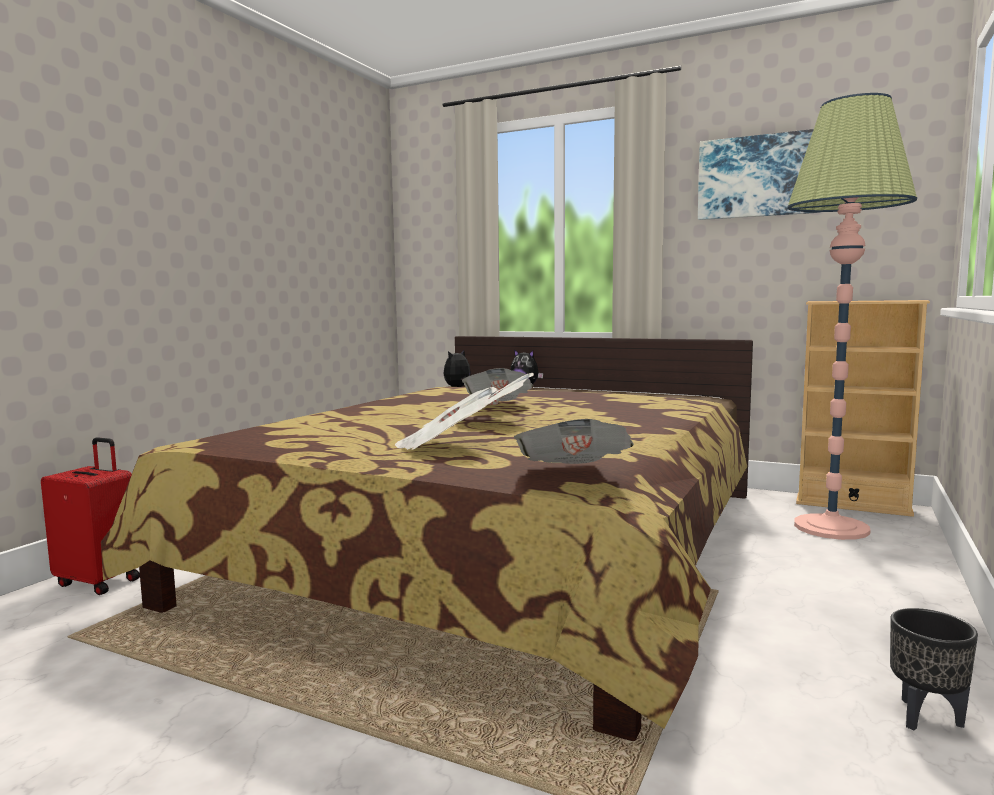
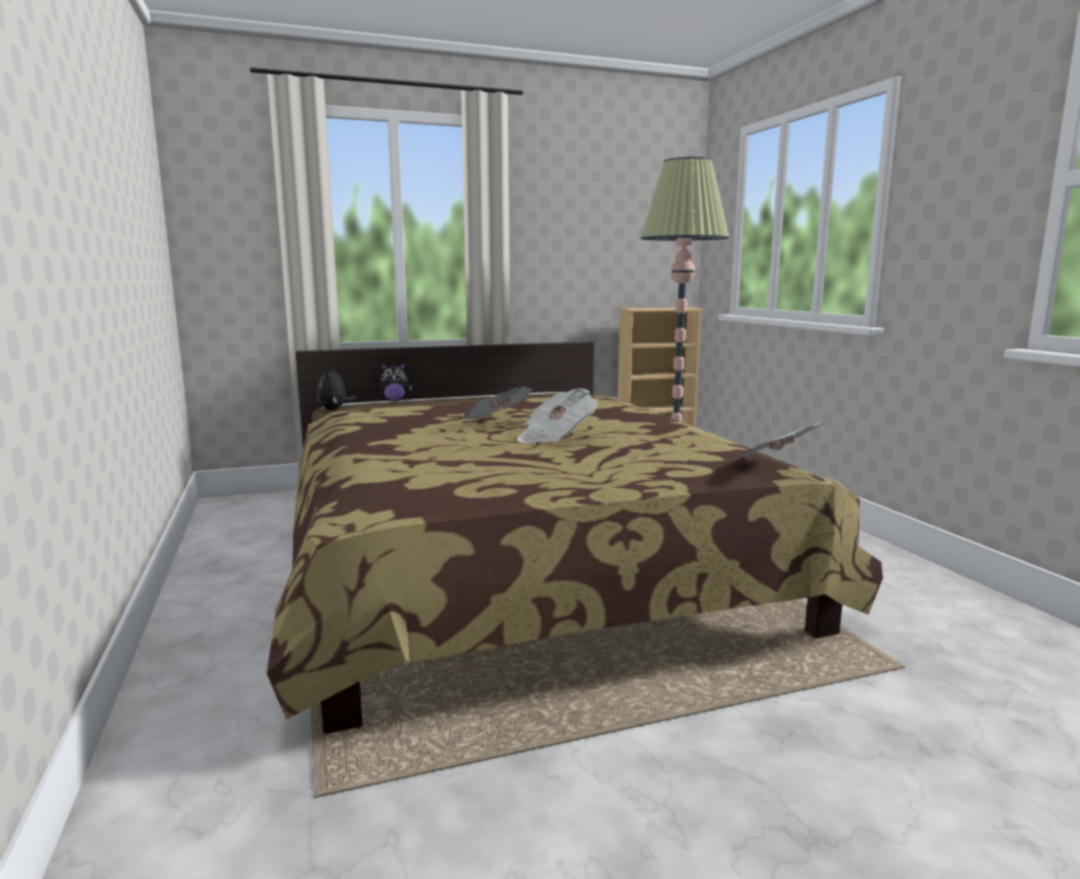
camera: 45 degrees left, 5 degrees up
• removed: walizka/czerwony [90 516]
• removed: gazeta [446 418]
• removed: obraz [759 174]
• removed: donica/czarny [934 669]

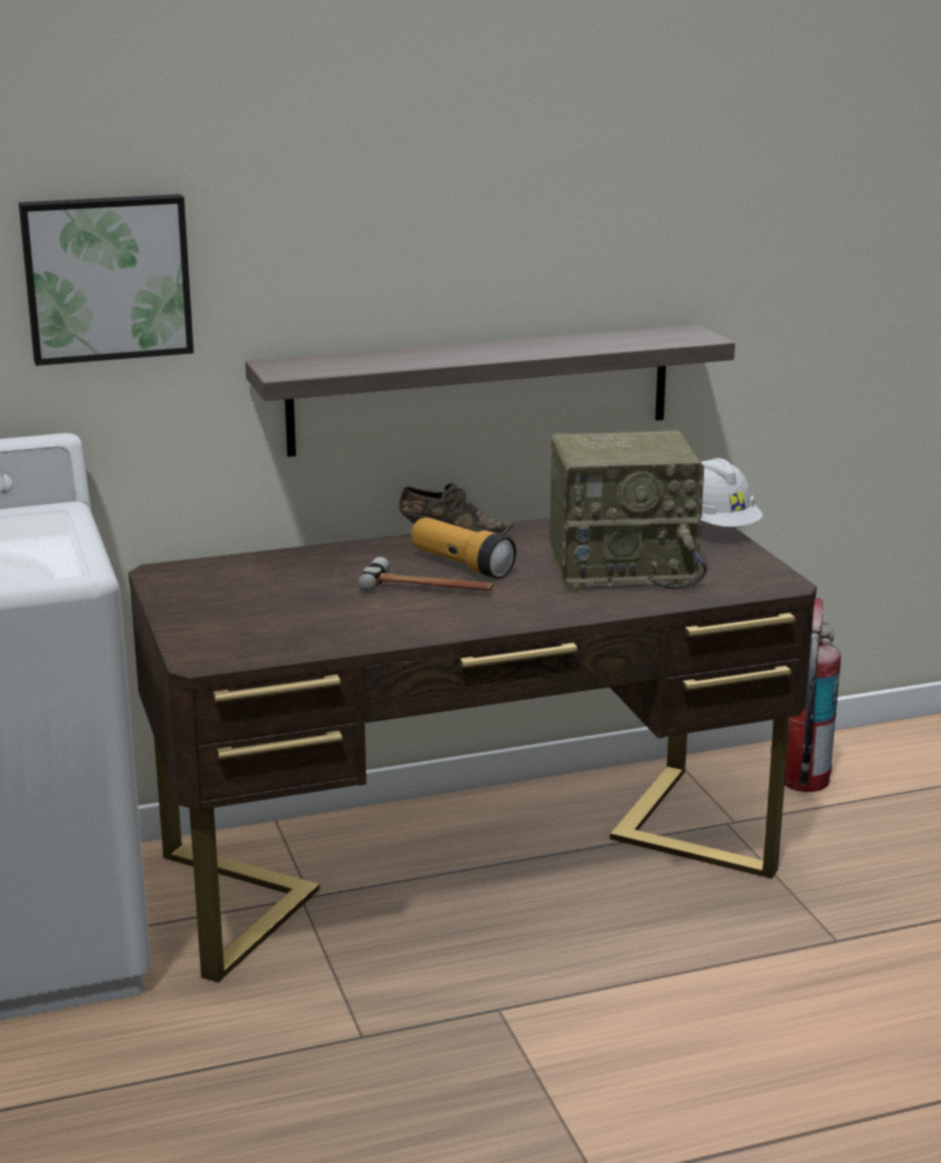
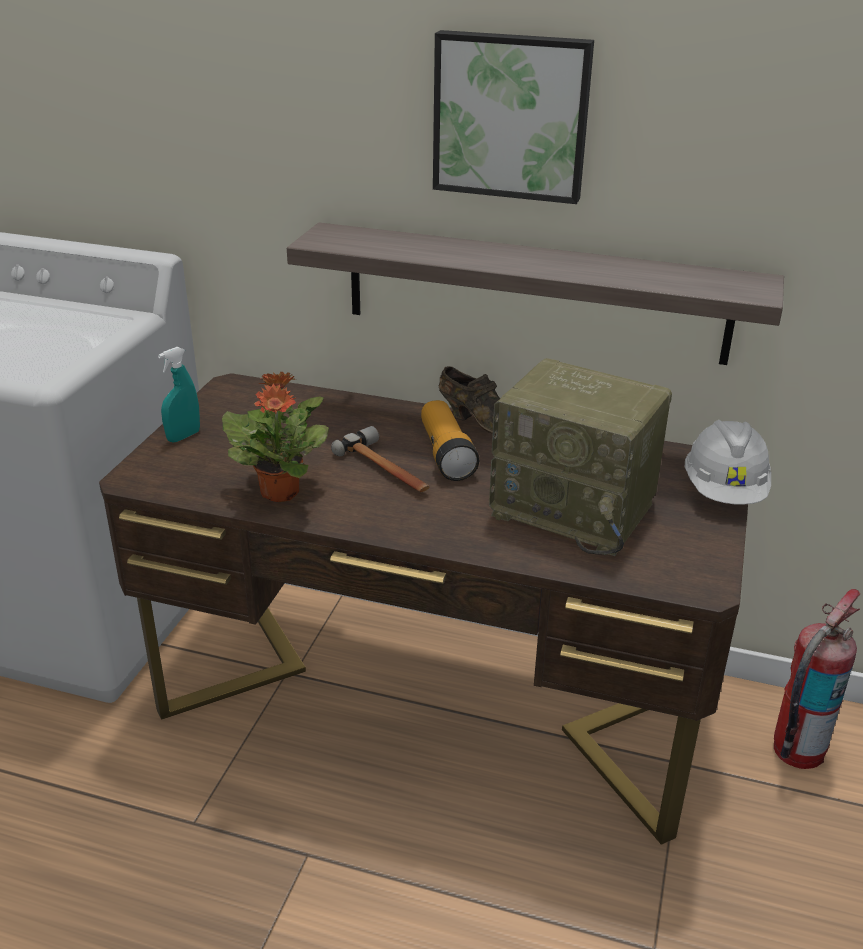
camera: 35 degrees right, 10 degrees up
• moved: obraz [106 280] to [513 117]
• added: spryskiwacz/turkusowy [179 394]
• added: roślina doniczkowa [275 437]

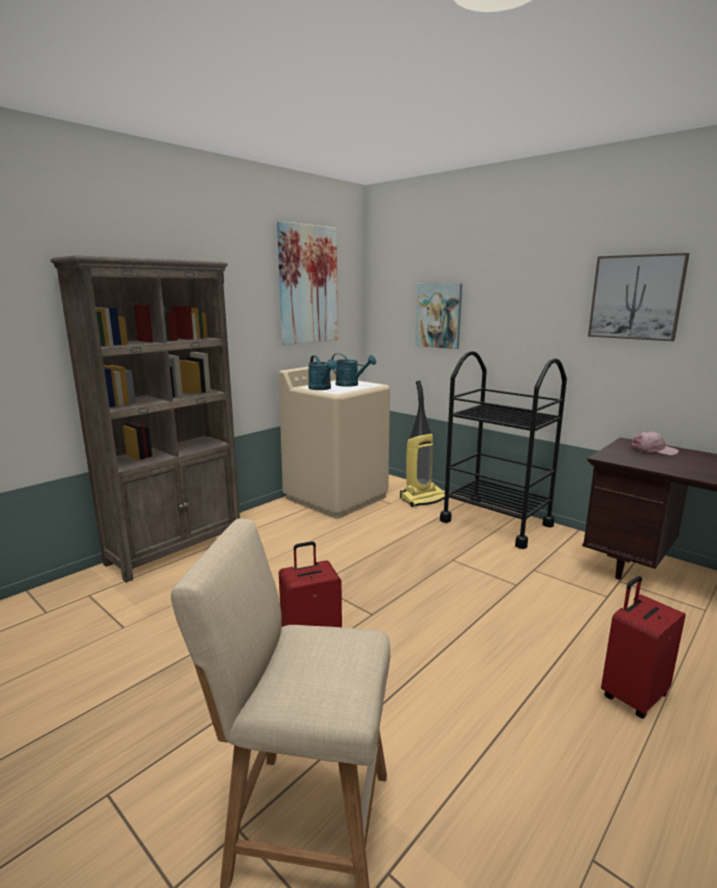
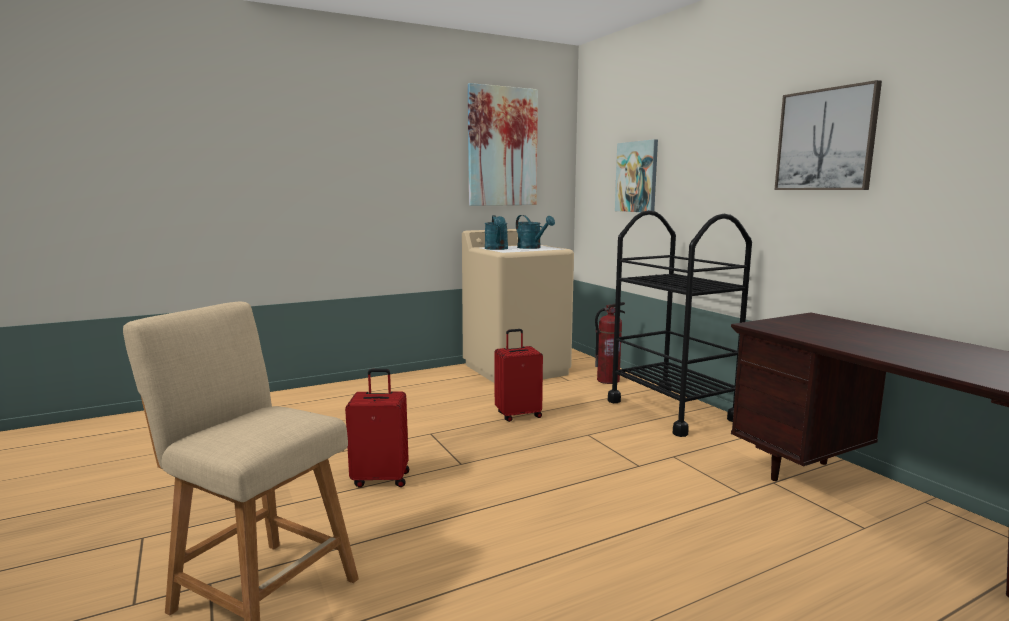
camera: 20 degrees right, 5 degrees down
• removed: regał/brązowy [145 419]
• replaced: odkurzacz [422 443] to gaśnica [610 343]
• moved: walizka/czerwony [643 647] to [518 375]
• removed: czapka z daszkiem/różowy [654 443]

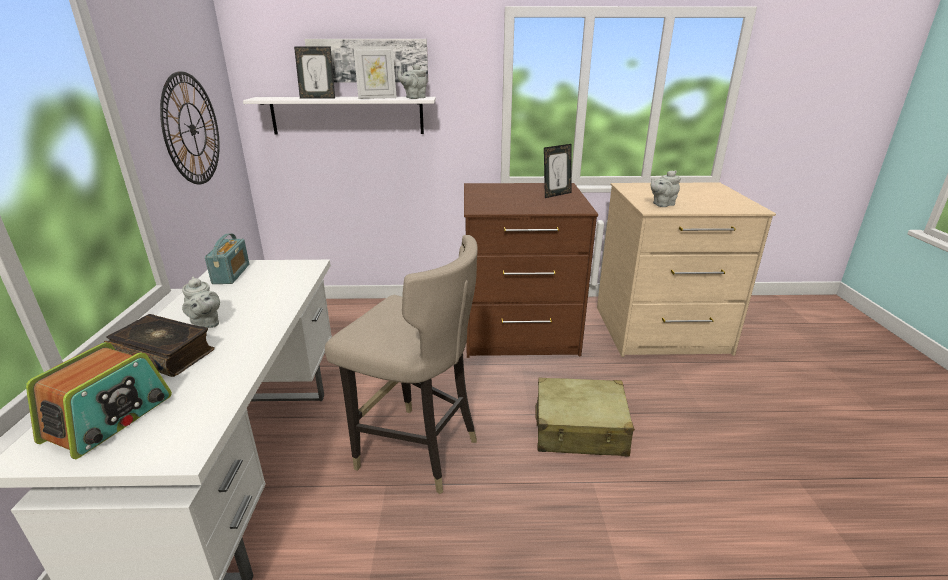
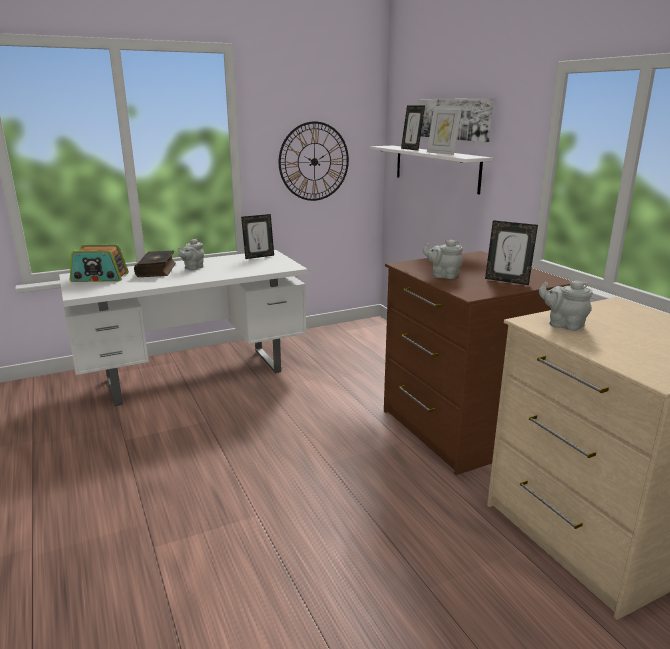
camera: 65 degrees right, 5 degrees down
• replaced: radio [227 259] to ramka na zdjęcie [257 236]
• removed: stołek/beżowy [401 365]
• moved: imbryk/szary [412 81] to [443 259]
• removed: walizka/beżowy [585 417]

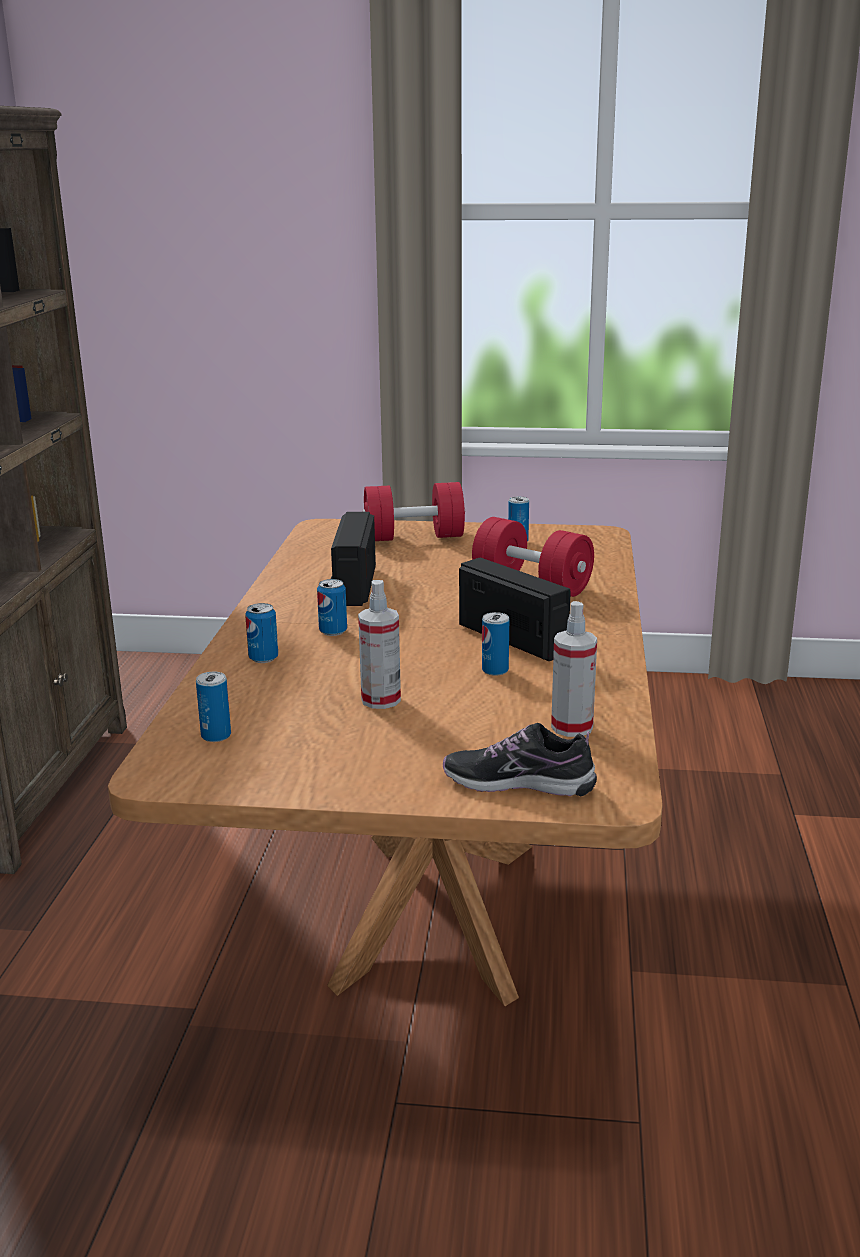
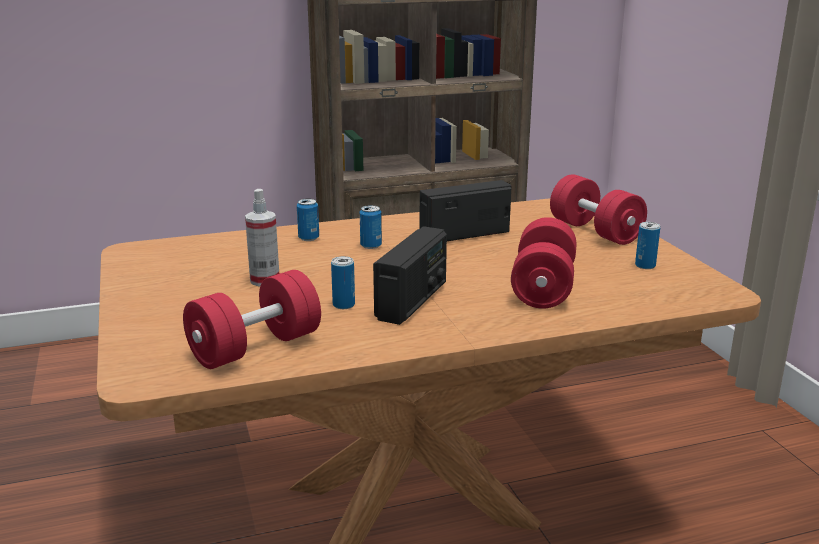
camera: 65 degrees right, 0 degrees up
• removed: puszka [213 707]
• removed: but [520 759]
• replaced: spryskiwacz [574 669] to hantel/czerwony [252 319]

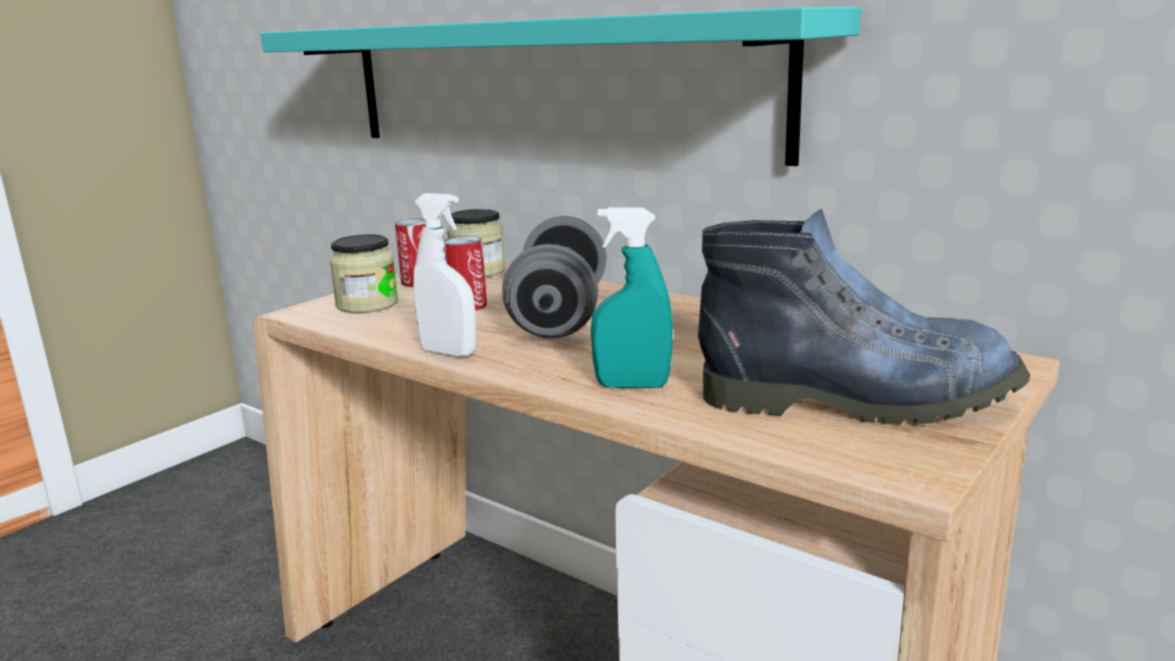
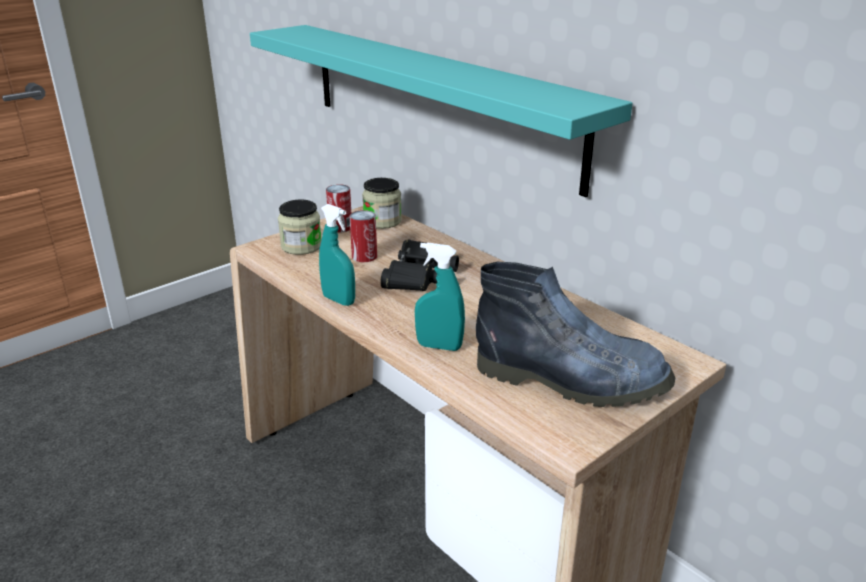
camera: 10 degrees right, 10 degrees up
• recoloured: spryskiwacz/biały [444 275] to spryskiwacz/turkusowy [337 255]
• replaced: hantel/szary [554 277] to lornetka/czarny [420 265]

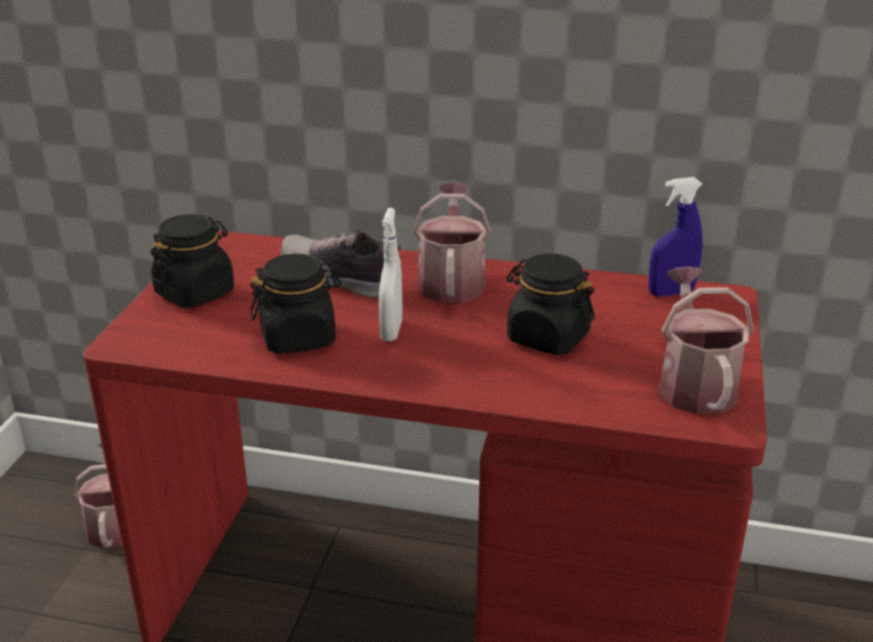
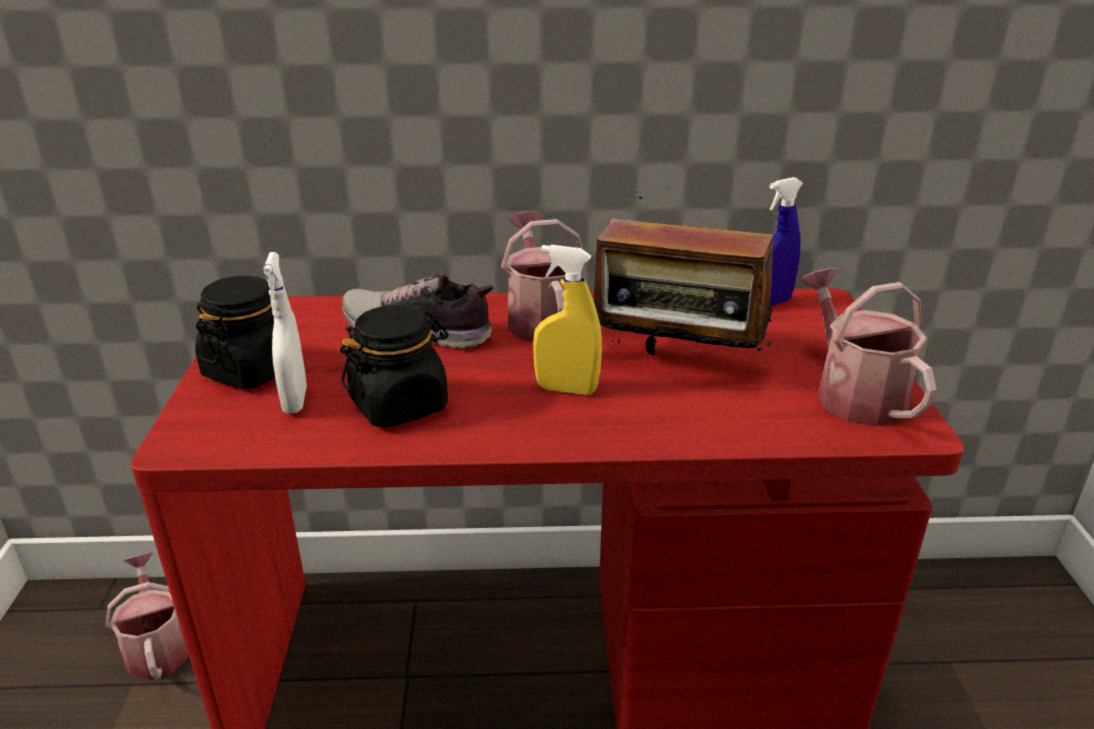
camera: 15 degrees left, 0 degrees up
• moved: spryskiwacz/biały [390 274] to [285 332]
• replaced: słoik/czarny [550 304] to radio [684 272]
• added: spryskiwacz/żółty [567 320]

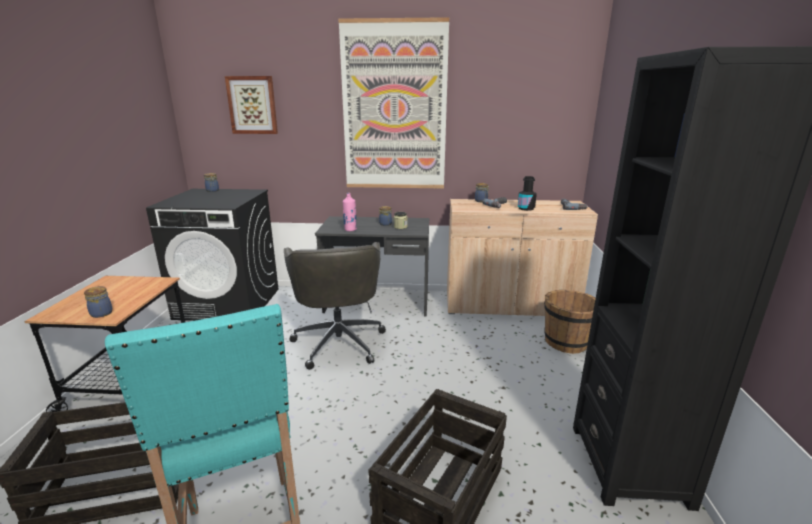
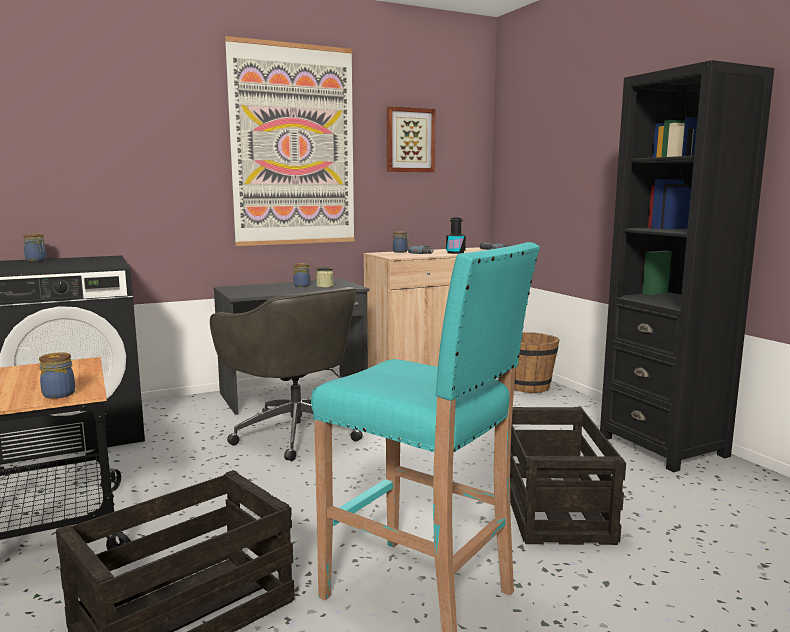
camera: 30 degrees left, 10 degrees down
• moved: obraz [251 105] to [411 139]
• removed: butelka/różowy [350 212]

